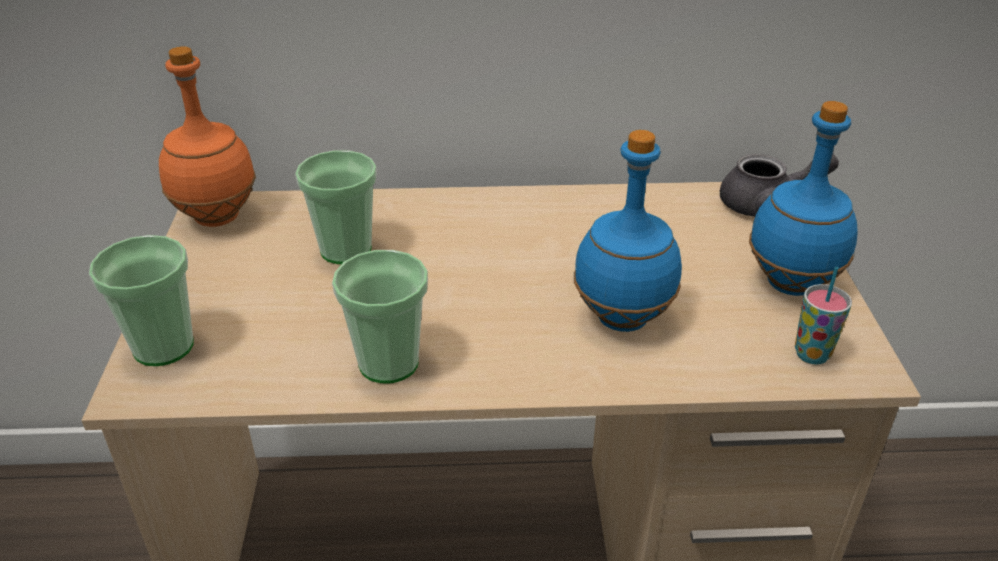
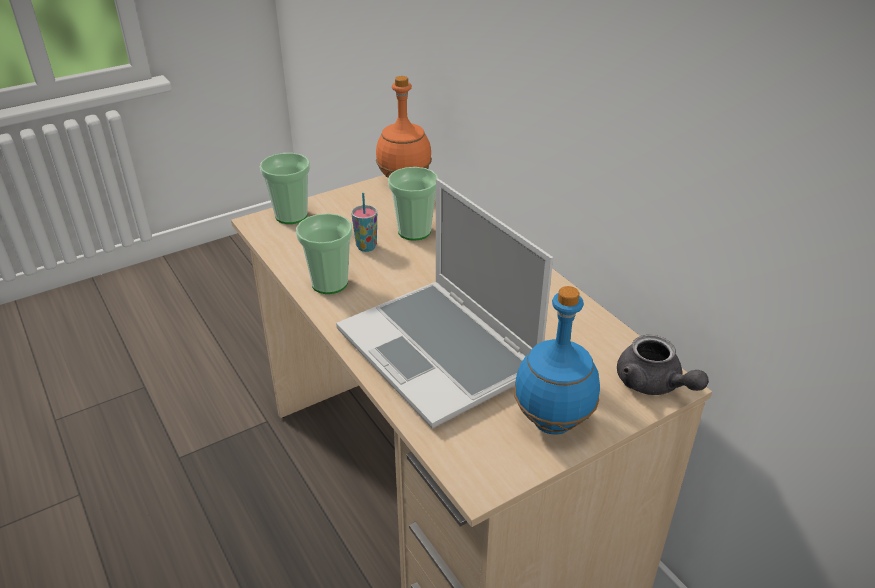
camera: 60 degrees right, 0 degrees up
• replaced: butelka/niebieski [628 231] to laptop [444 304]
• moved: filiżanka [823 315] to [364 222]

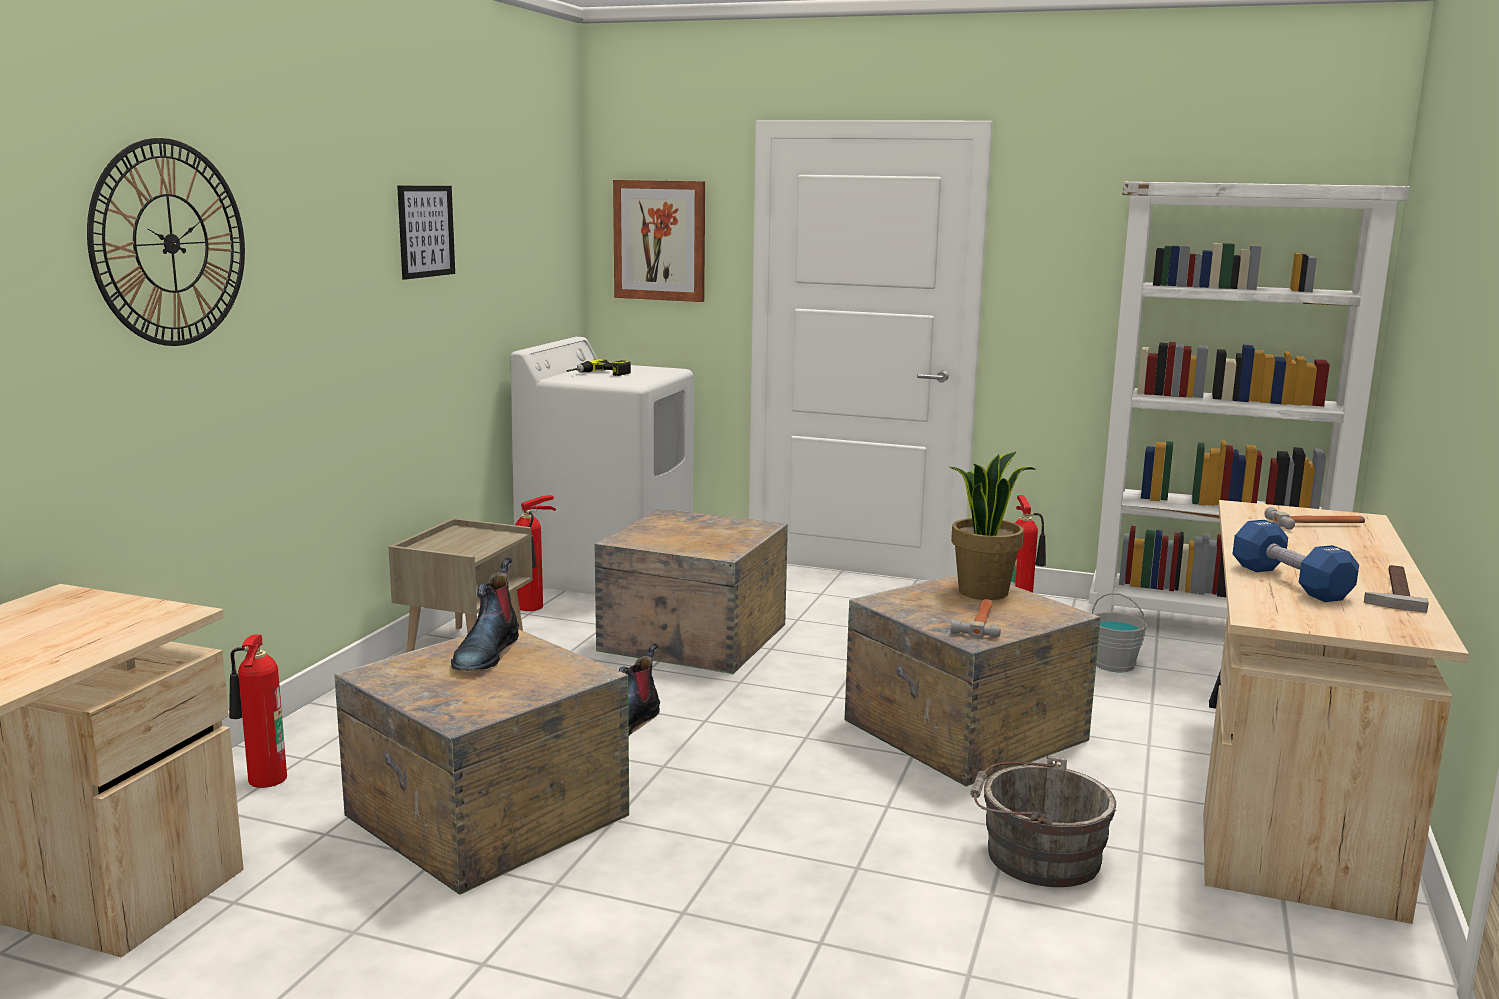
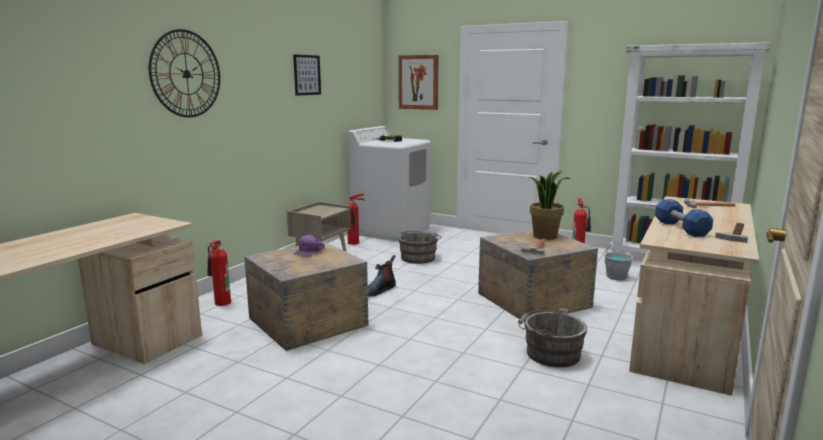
camera: 10 degrees right, 0 degrees up
• replaced: but z cholewką [485 614] to czapka z daszkiem/fioletowy [309 245]
• replaced: skrzynka [691 591] to wiadro/szary [420 247]

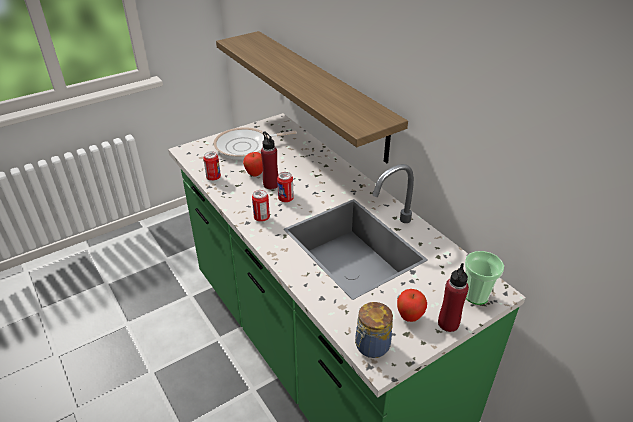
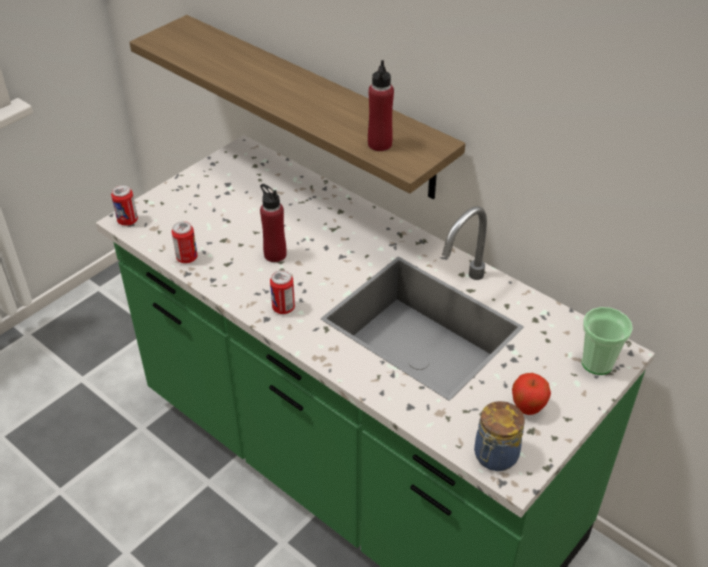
camera: 15 degrees left, 5 degrees up
• removed: patelnia [255 143]
• removed: jabłko [253 164]
• moved: puszka [285 187] to [124 205]
• moved: butelka/czerwony [453 297] to [381 105]

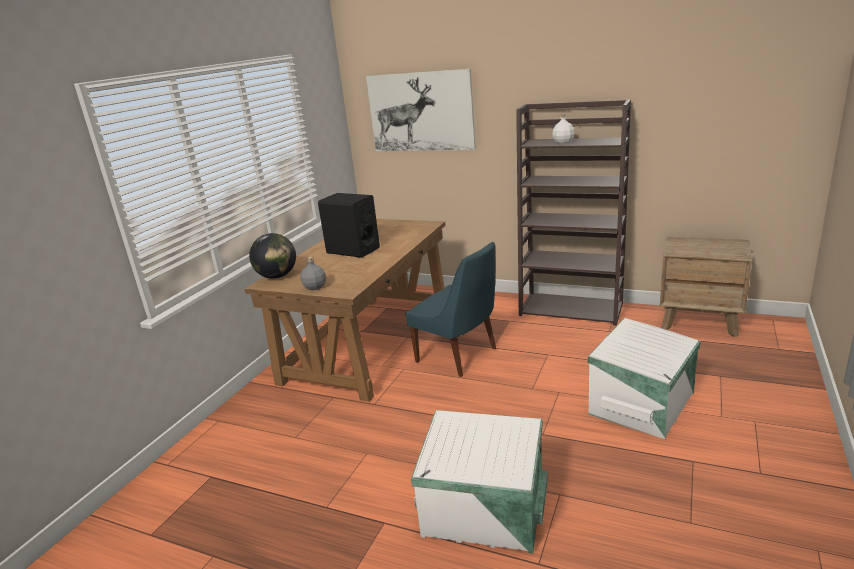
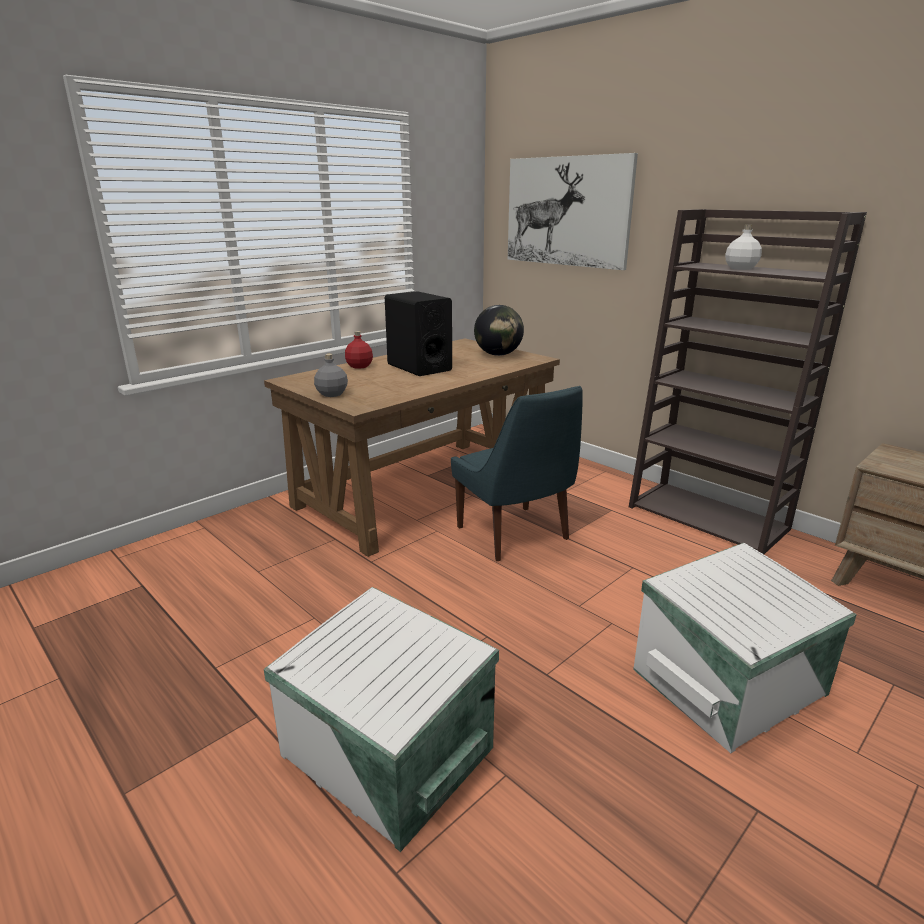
camera: 20 degrees right, 0 degrees up
• moved: globus [272 256] to [499 330]
• added: butelka/czerwony [359 350]

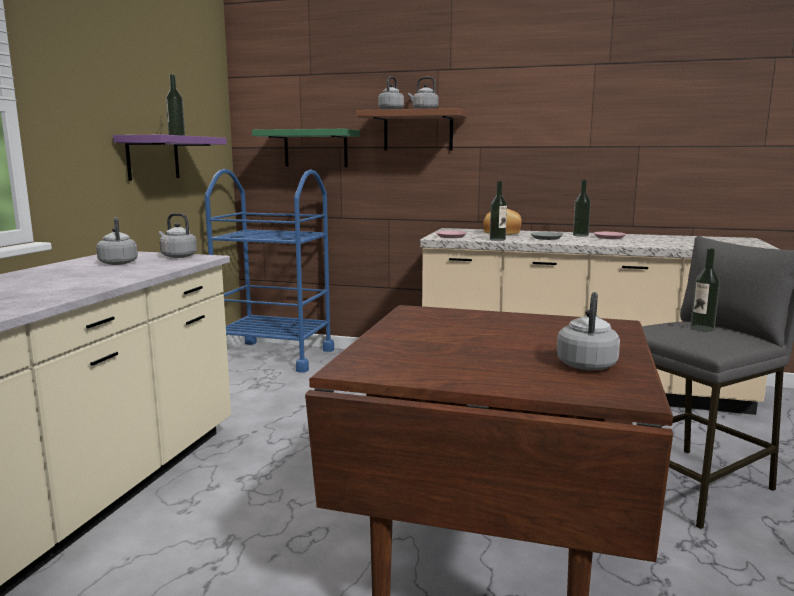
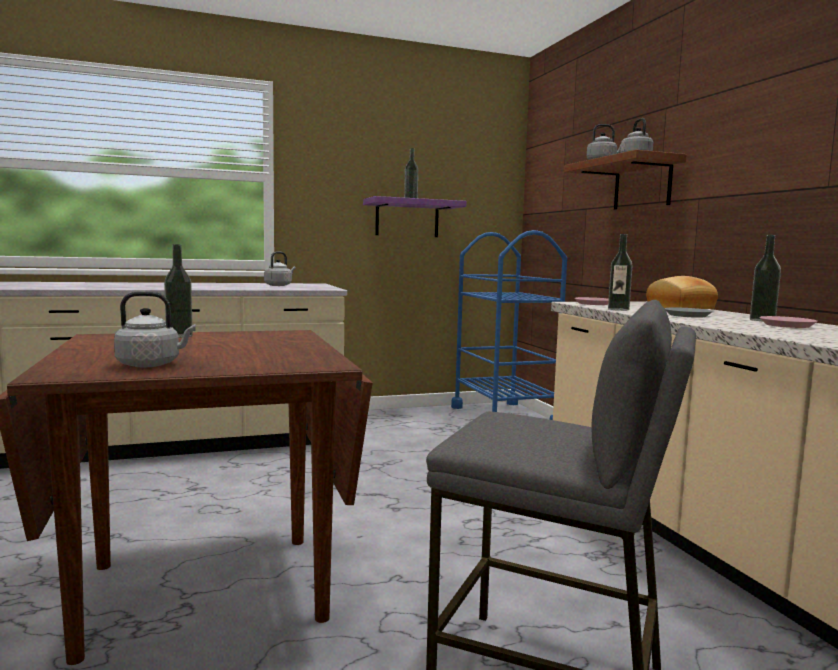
camera: 55 degrees right, 5 degrees down
• removed: czajnik/szary [178 235]
• removed: półka/zielony [306 148]
• moved: butelka [705 289] to [178 291]

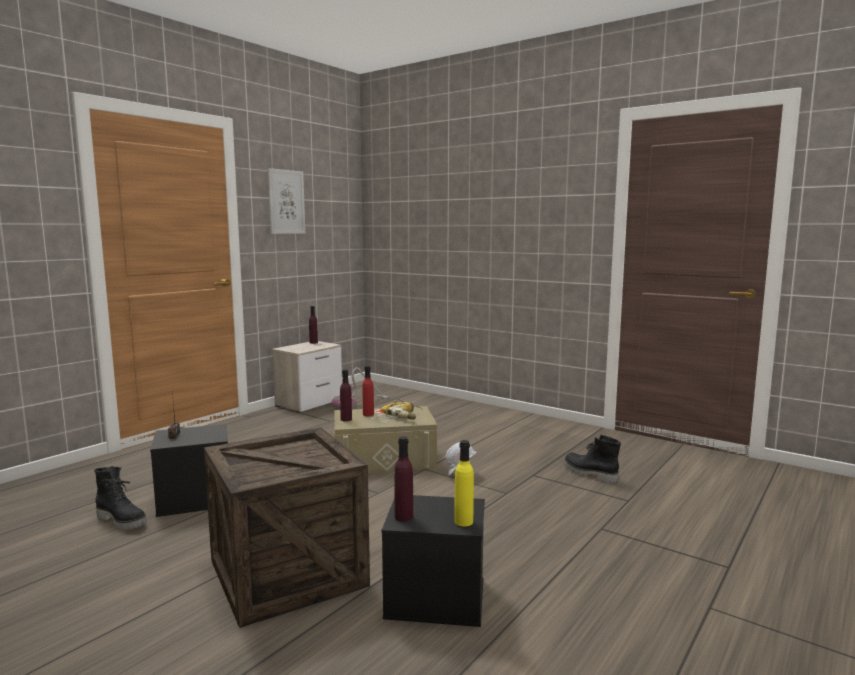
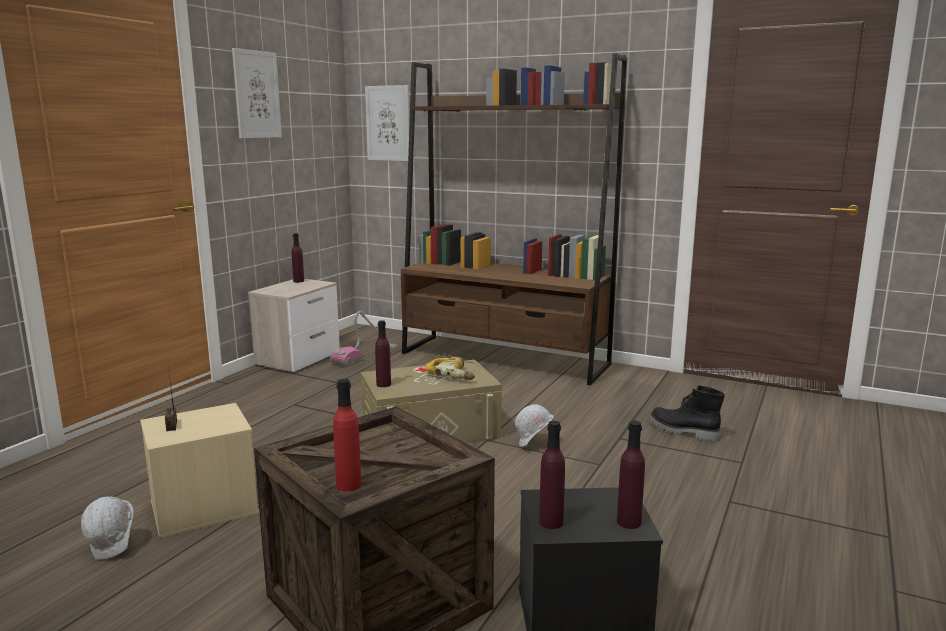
camera: 10 degrees left, 5 degrees up
• replaced: but z cholewką/czarny [120 498] to kask/biały [107 528]
• recoloured: pojemnik do przechowywania/czarny [189 470] to pojemnik do przechowywania/beżowy [199 470]
• moved: butelka/czerwony [368 391] to [347 435]
• recoloured: butelka/żółty [464 483] to butelka/fioletowy [631 475]
• added: obraz [387 123]
• added: regał/brązowy [514 219]

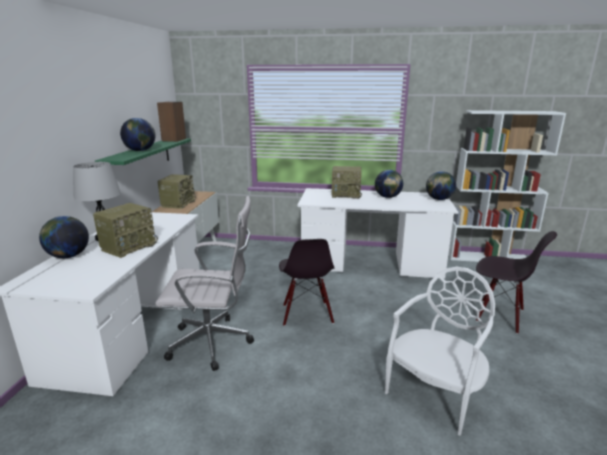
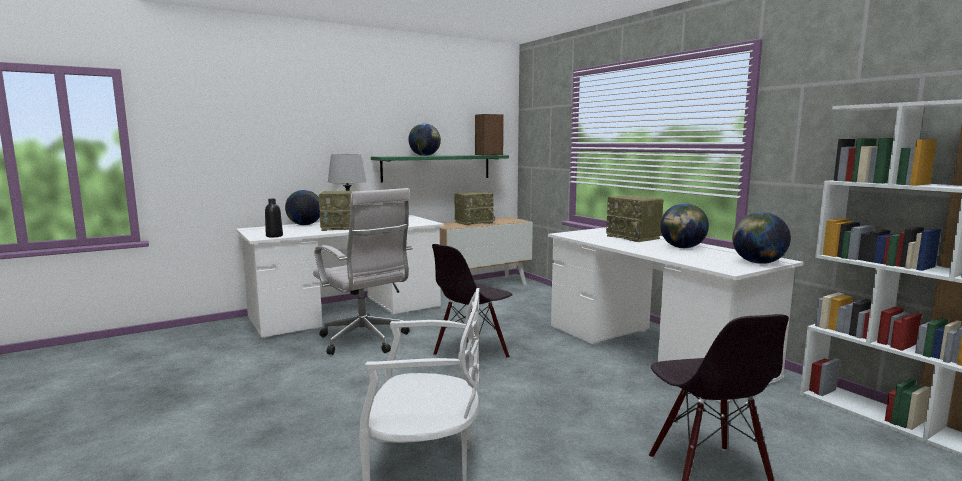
camera: 50 degrees right, 10 degrees down
• added: butelka/czarny [274 218]

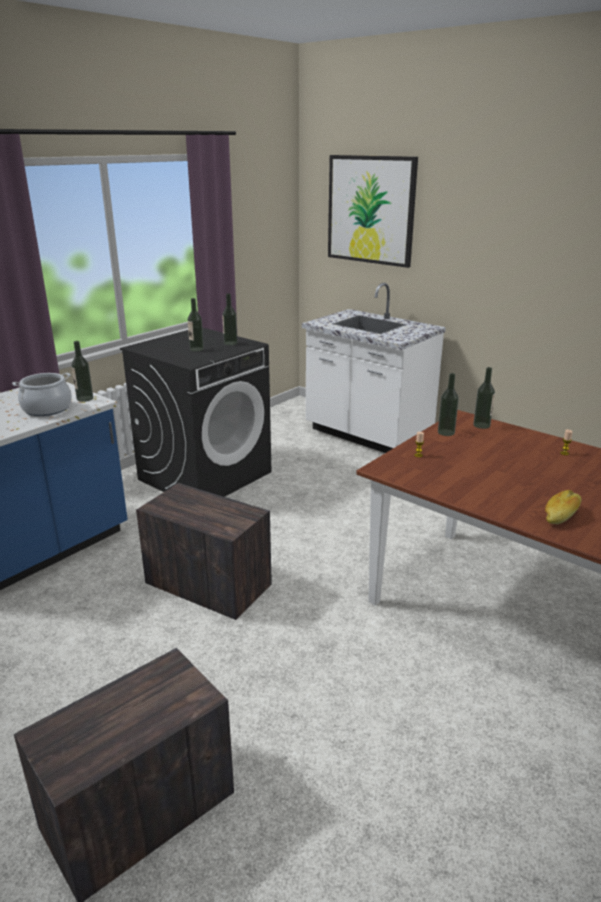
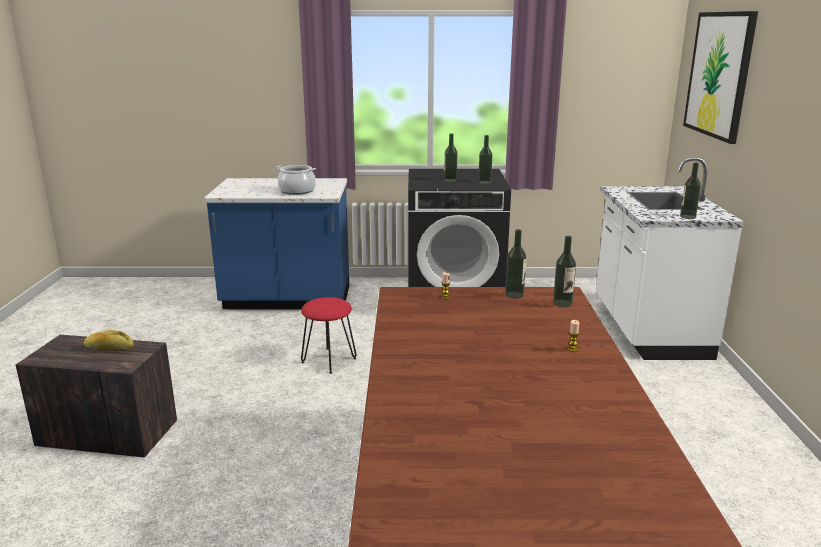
camera: 50 degrees right, 5 degrees down
• moved: butelka [82 371] to [690 190]
• replaced: skrzynka [204 551] to stołek/czerwony [329 335]
• moved: chleb [563 507] to [109 340]

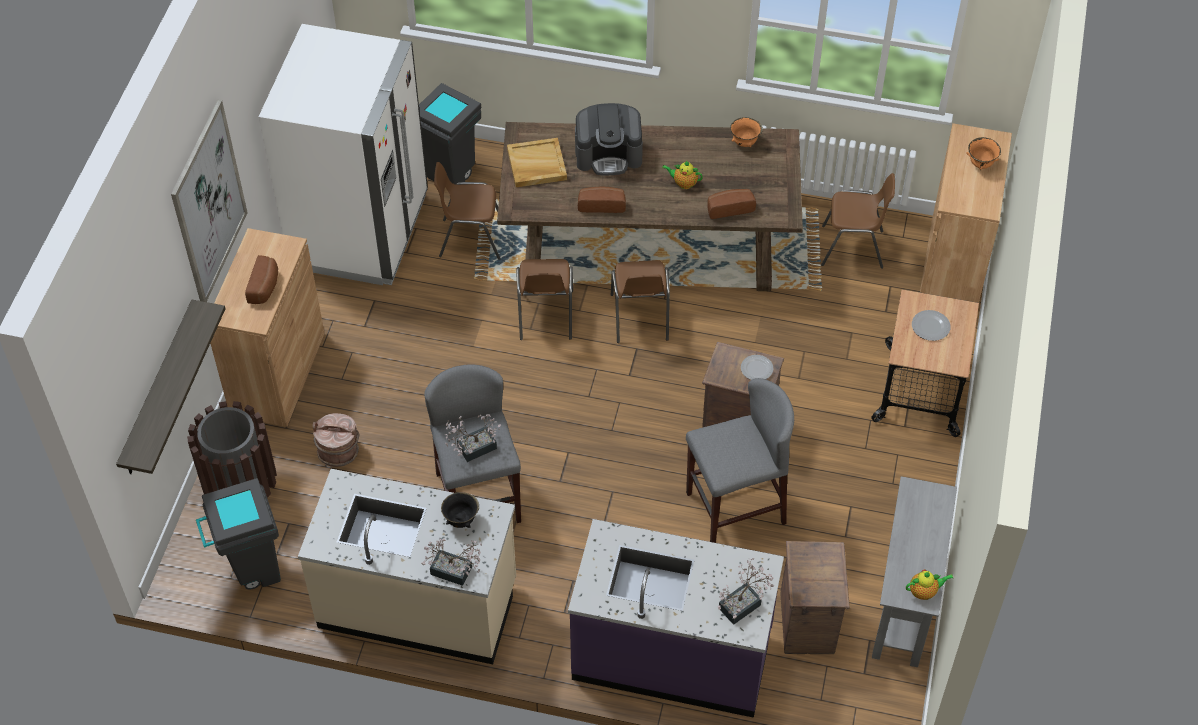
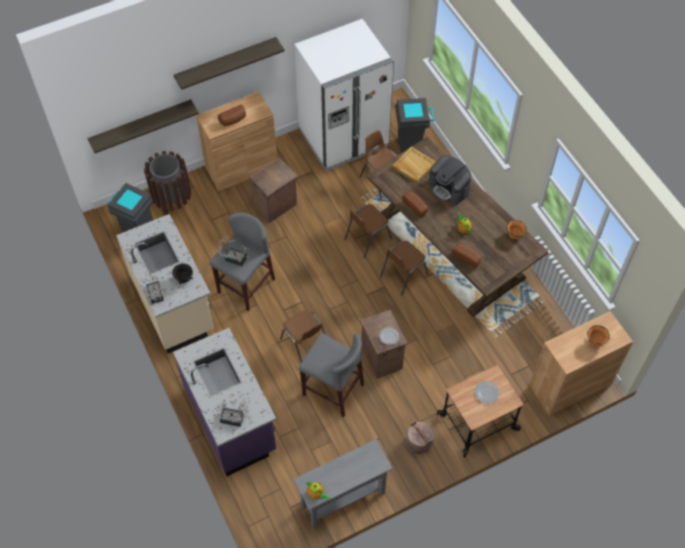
camera: 50 degrees right, 5 degrees up
• replaced: obraz [209 201] to półka [229 63]
• moved: wiadro/brązowy [336 440] to [420 437]
• moved: skrzynka [815 597] to [273 190]
• moved: krzesło/brązowy [858 221] to [302 336]

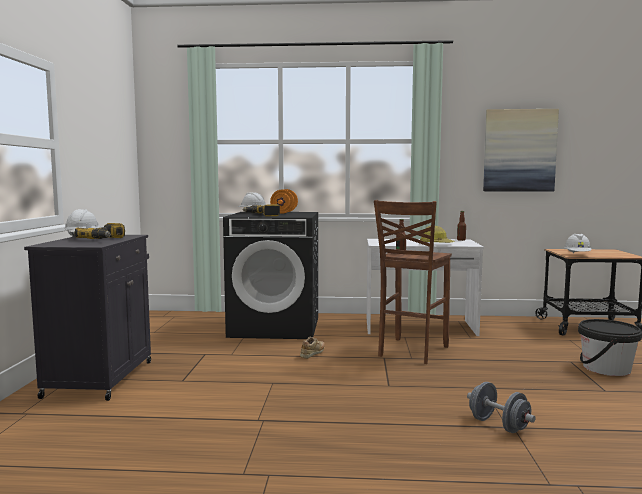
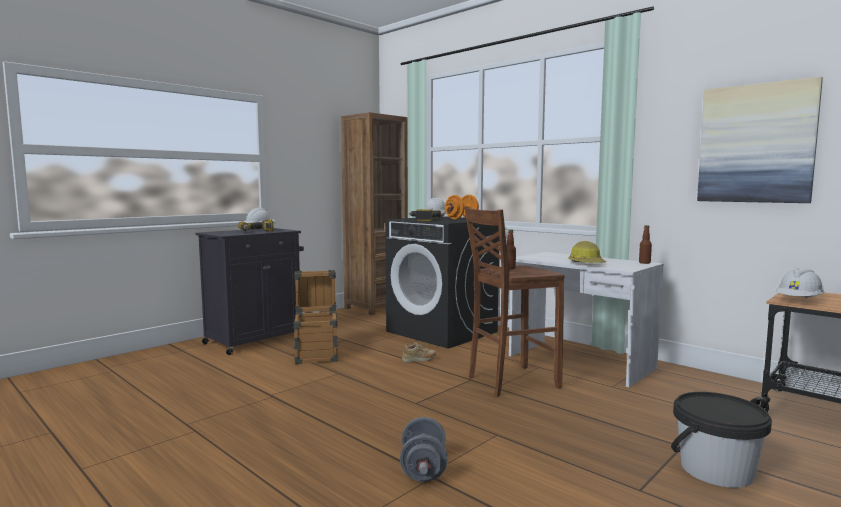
camera: 40 degrees right, 0 degrees up
• added: skrzynka [315 317]
• added: regał/brązowy [374 213]

